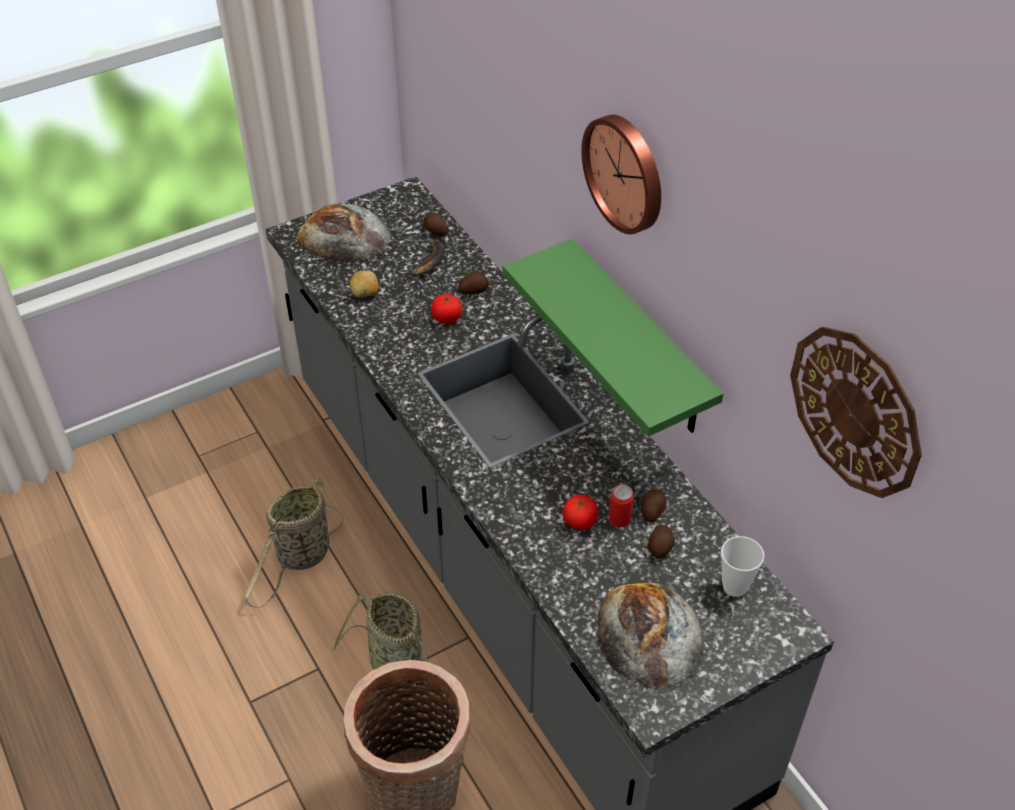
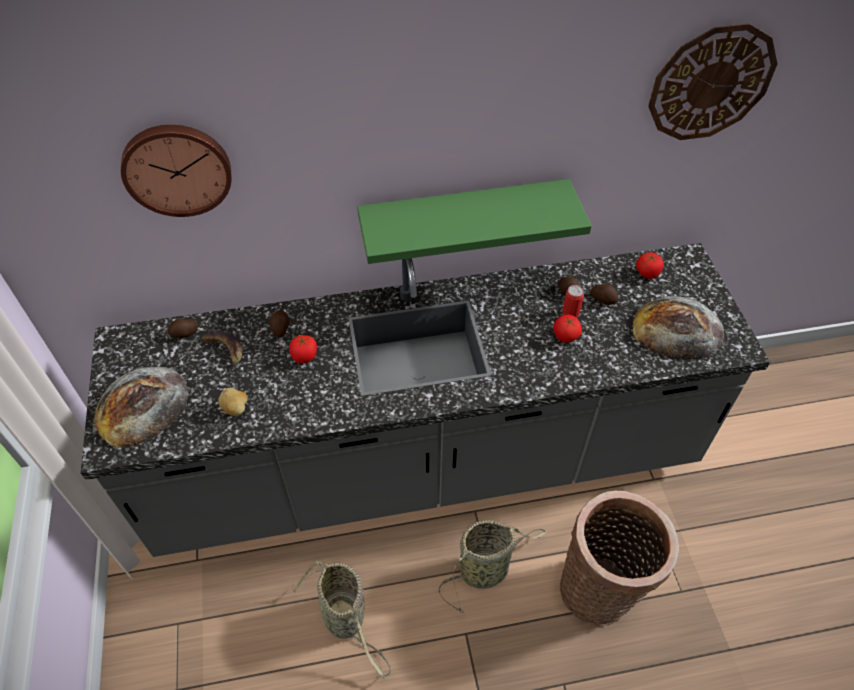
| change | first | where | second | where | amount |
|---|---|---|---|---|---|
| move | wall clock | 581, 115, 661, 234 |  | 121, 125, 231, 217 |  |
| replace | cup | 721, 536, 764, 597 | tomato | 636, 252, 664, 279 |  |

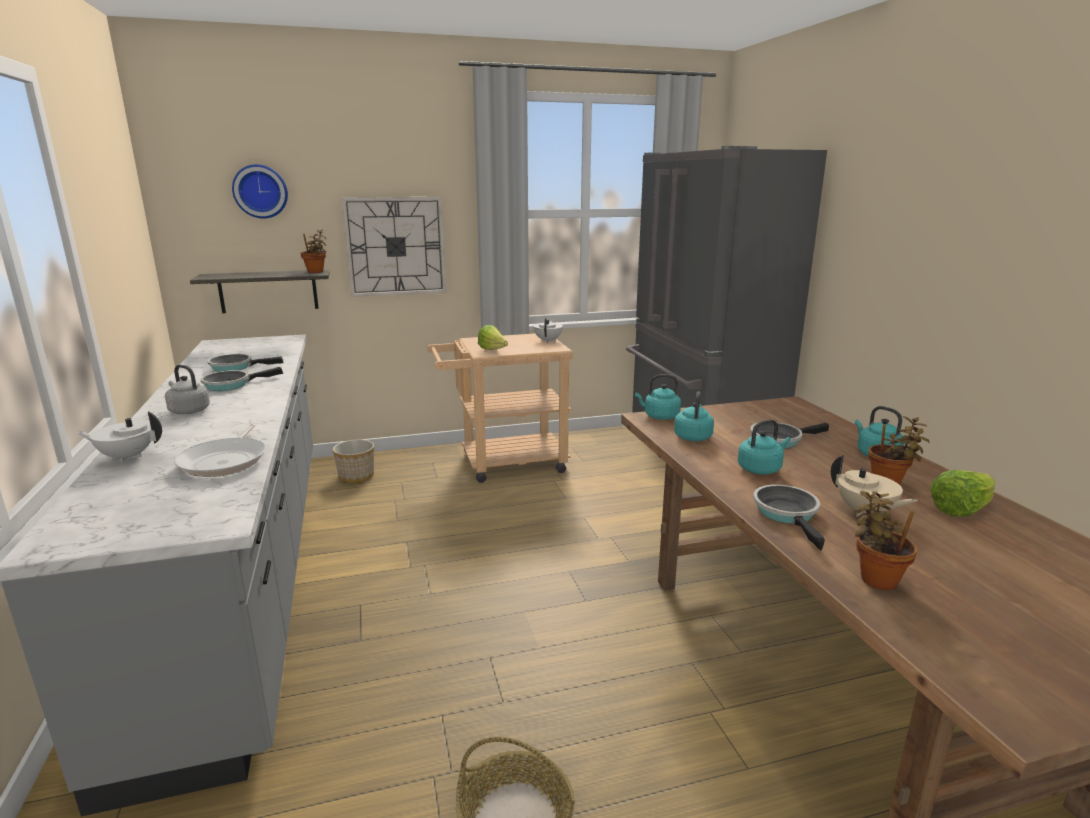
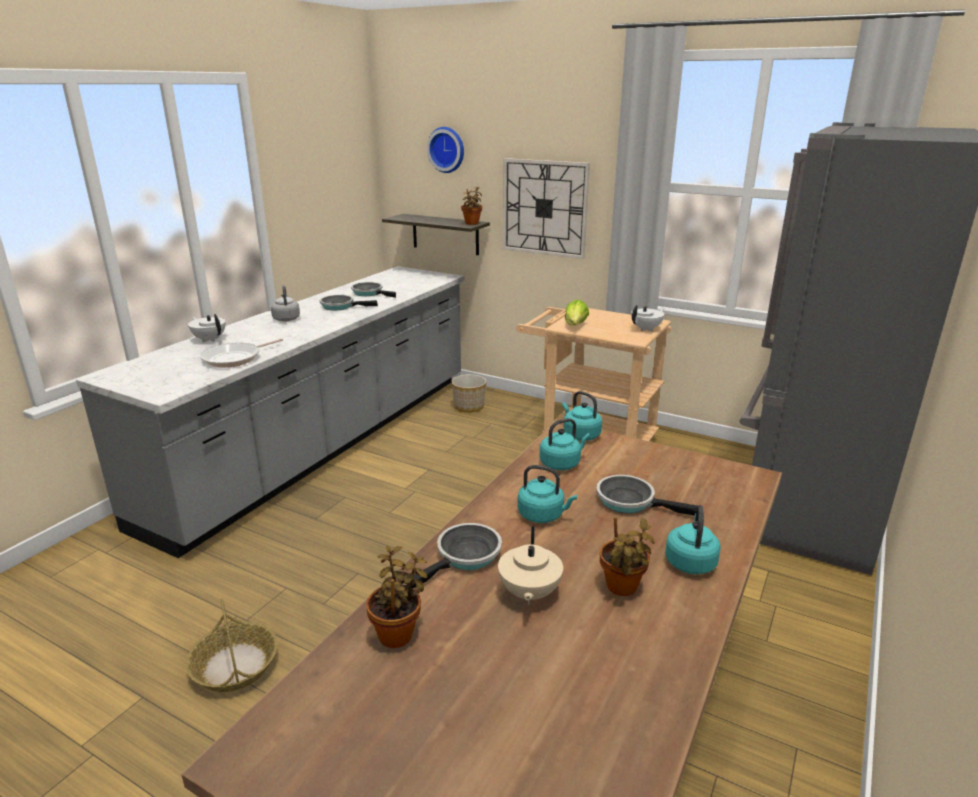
| change | first | where | second | where | amount |
|---|---|---|---|---|---|
| delete | lettuce | 930, 470, 995, 517 |  |  |  |

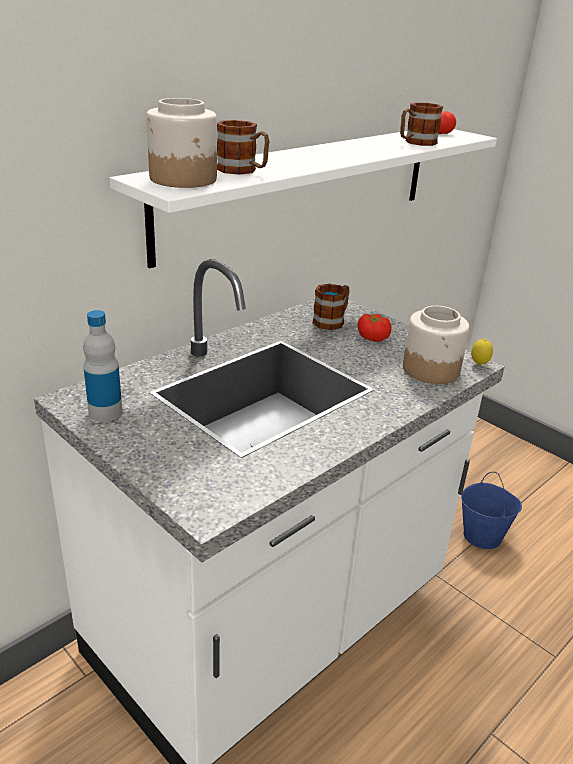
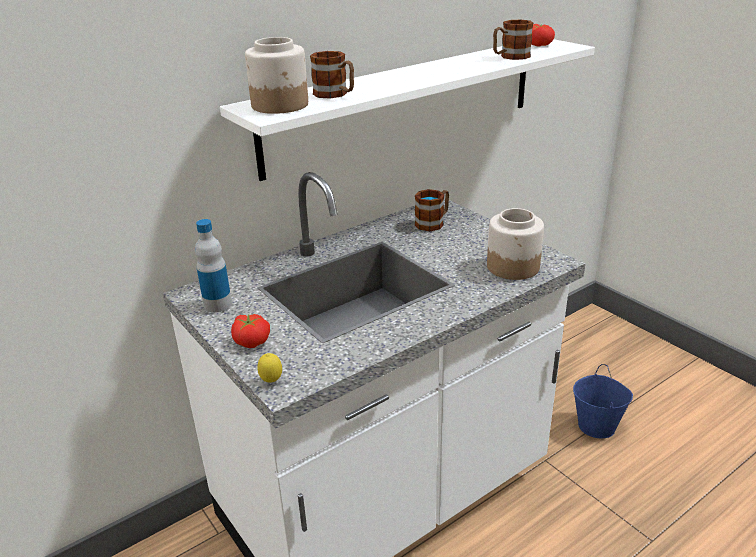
| change | first | where | second | where | amount |
|---|---|---|---|---|---|
| move | tomato | 358, 314, 391, 342 |  | 231, 314, 270, 348 |  |
| move | lemon | 471, 339, 493, 365 |  | 257, 353, 282, 383 |  |

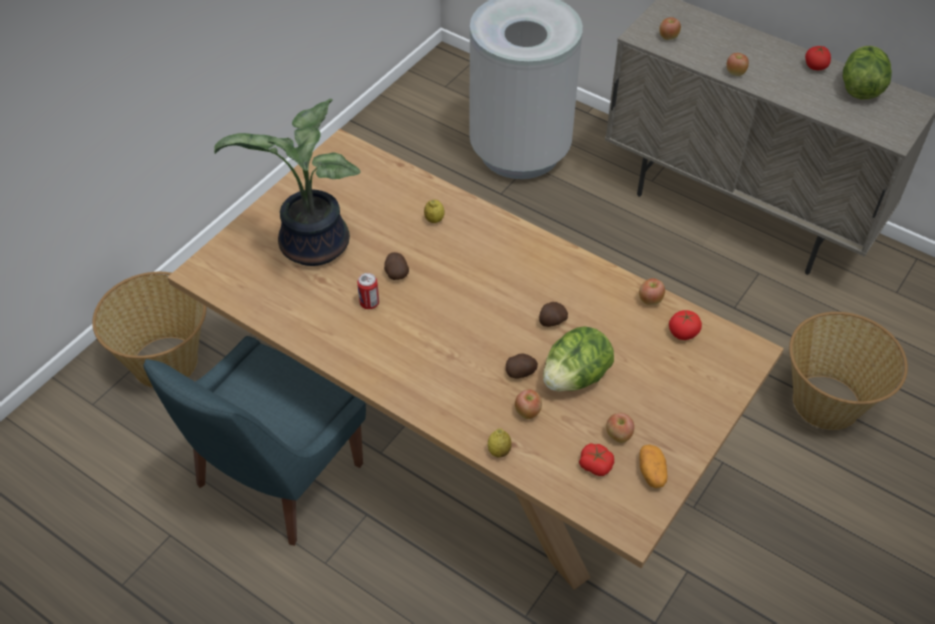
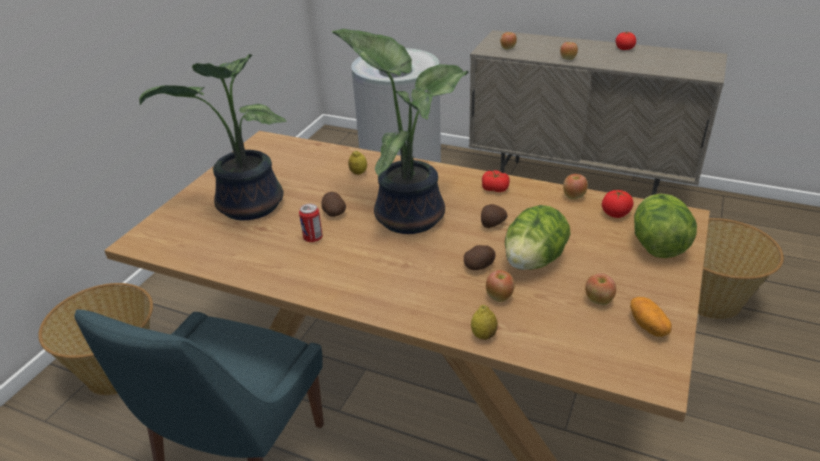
| change | first | where | second | where | amount |
|---|---|---|---|---|---|
| move | lettuce | 843, 46, 892, 99 |  | 634, 193, 697, 258 |  |
| move | tomato | 579, 443, 614, 476 |  | 482, 170, 510, 192 |  |
| insert |  |  | potted plant | 332, 29, 468, 234 |  |

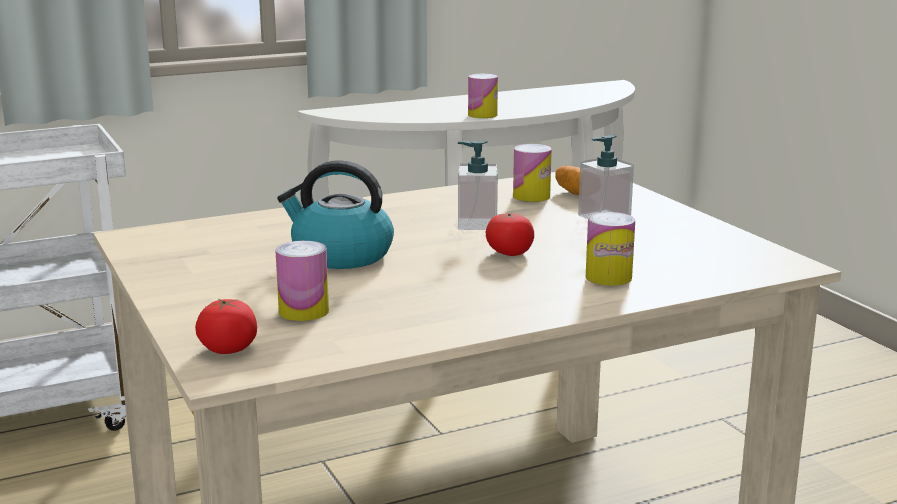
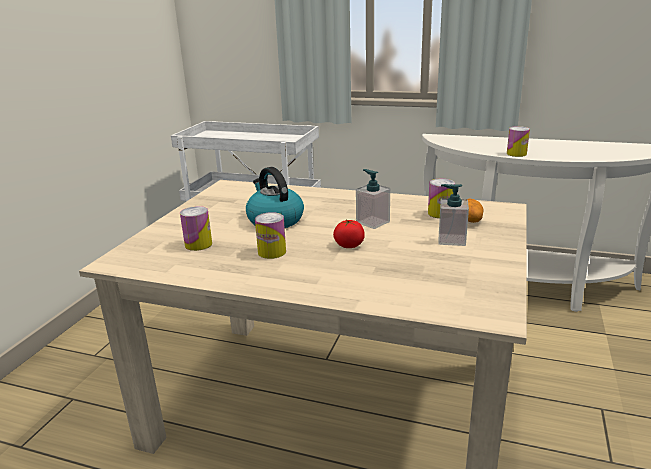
| change | first | where | second | where | amount |
|---|---|---|---|---|---|
| move | can | 586, 212, 635, 286 |  | 255, 212, 286, 259 |  |
| delete | tomato | 195, 299, 257, 354 |  |  |  |

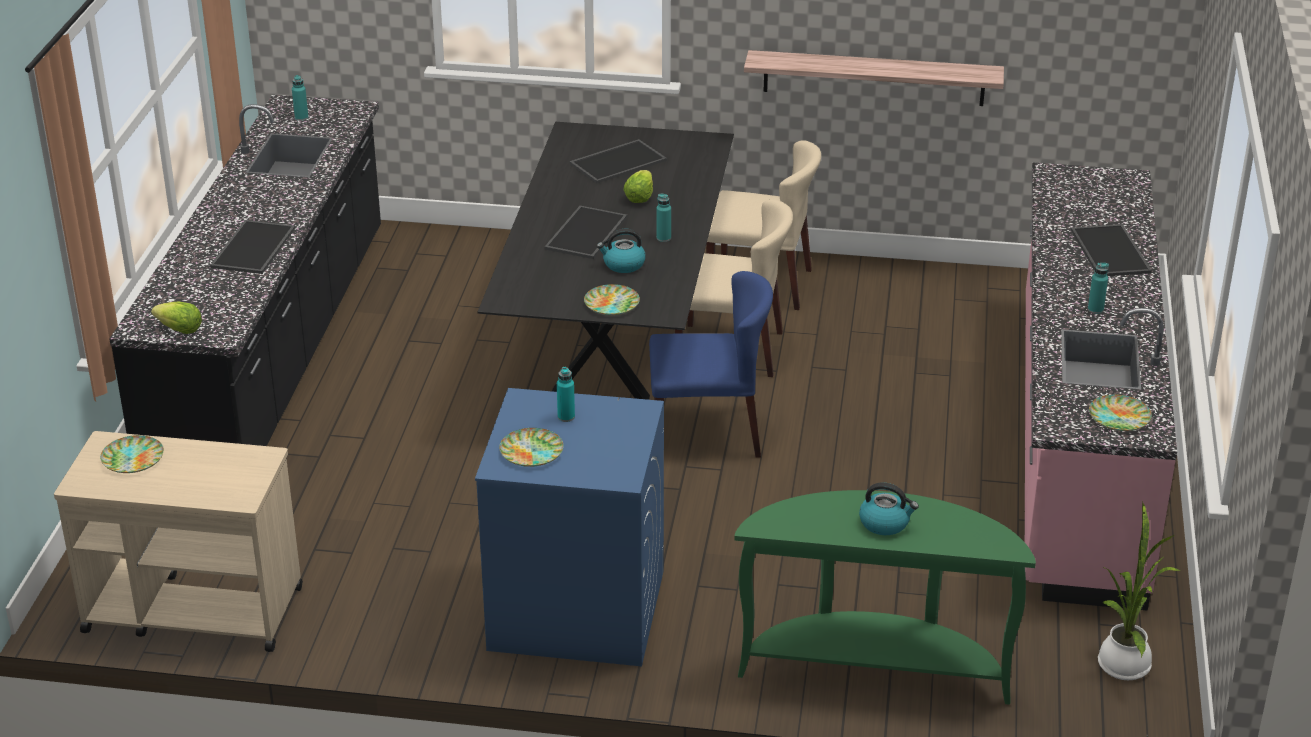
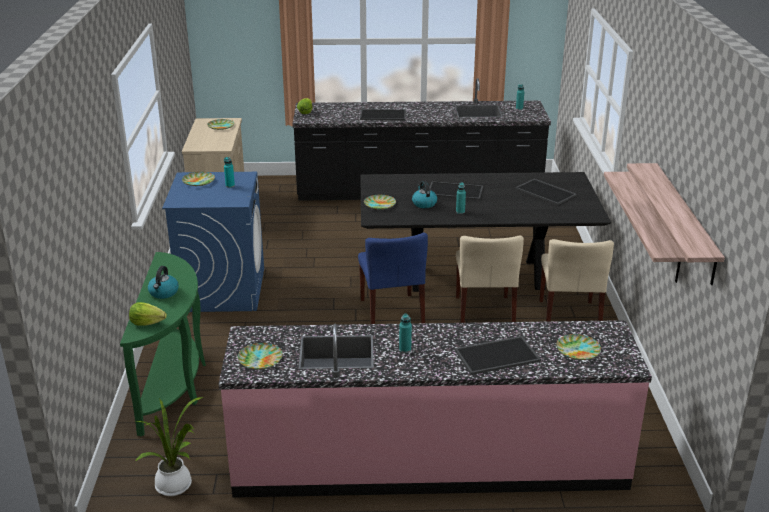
| change | first | where | second | where | amount |
|---|---|---|---|---|---|
| move | lettuce | 623, 170, 653, 203 |  | 129, 302, 167, 326 |  |
| insert |  |  | shelf | 627, 163, 725, 285 |  |
| insert |  |  | plate | 556, 334, 601, 360 |  |

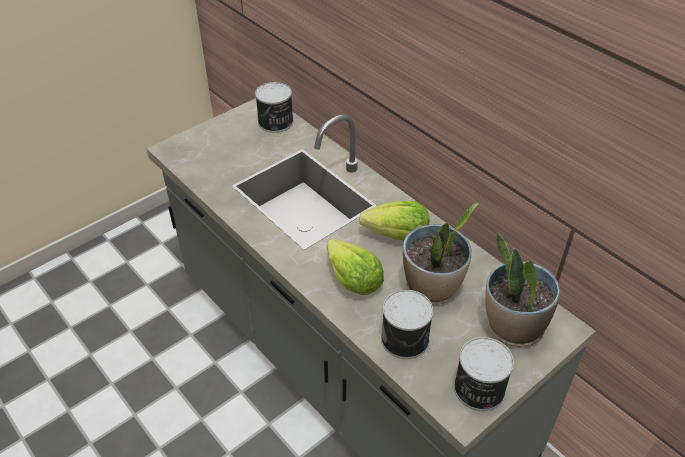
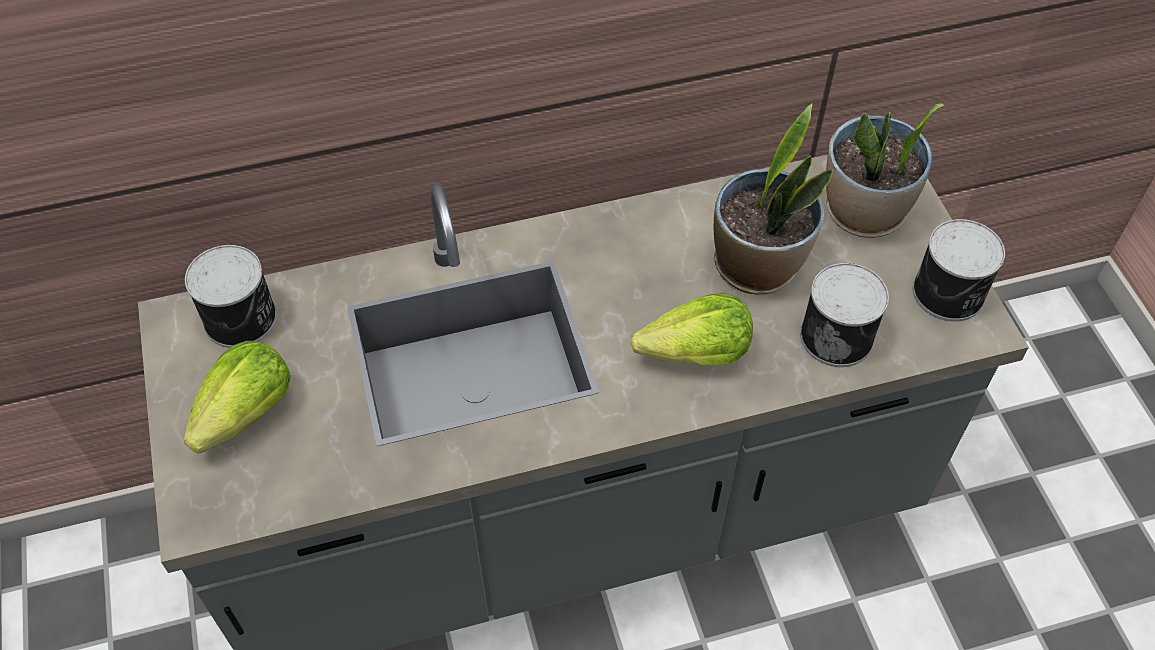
| change | first | where | second | where | amount |
|---|---|---|---|---|---|
| move | lettuce | 359, 201, 429, 240 |  | 183, 341, 291, 454 |  |

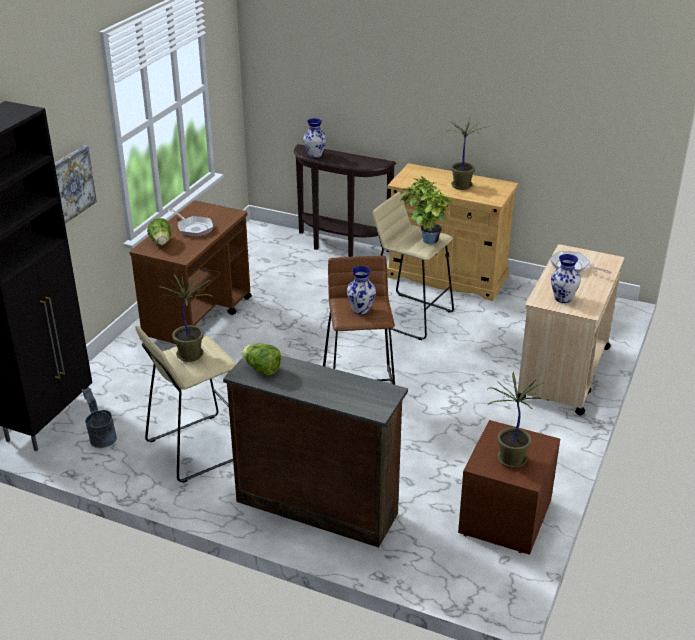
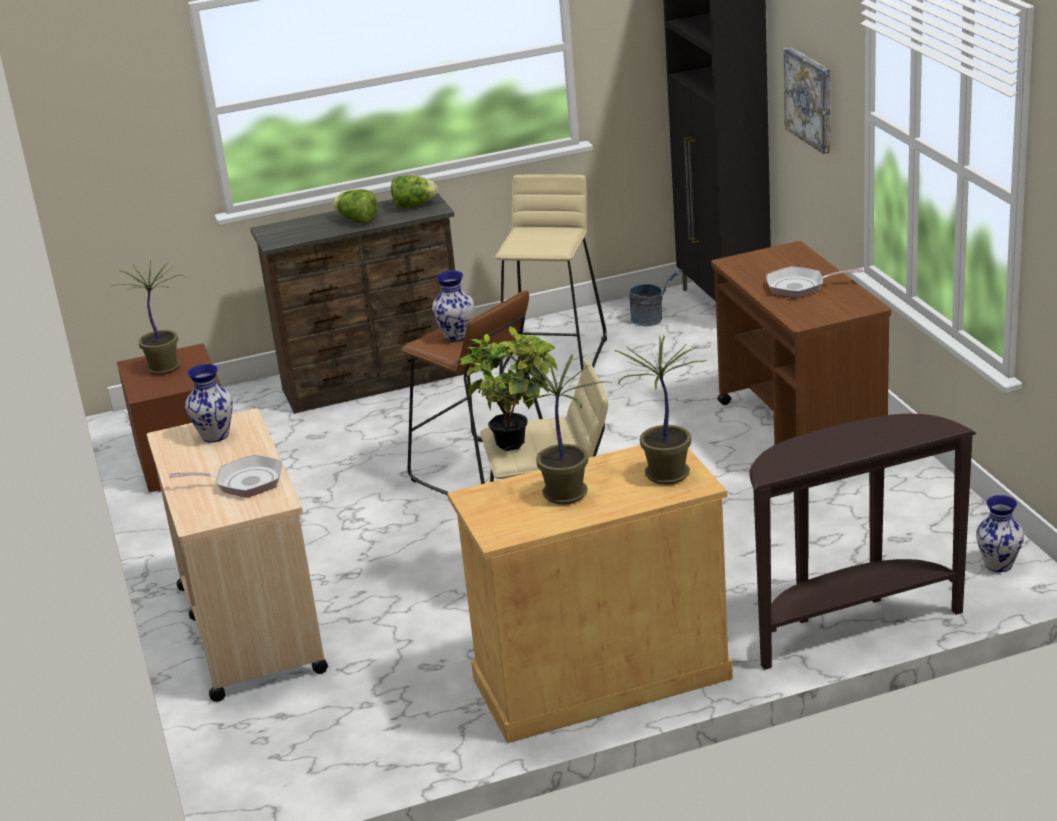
| change | first | where | second | where | amount |
|---|---|---|---|---|---|
| move | vase | 303, 118, 326, 158 |  | 976, 495, 1024, 572 |  |
| move | lettuce | 147, 218, 171, 245 |  | 333, 189, 378, 223 |  |
| move | potted plant | 158, 274, 213, 362 |  | 614, 336, 706, 485 |  |

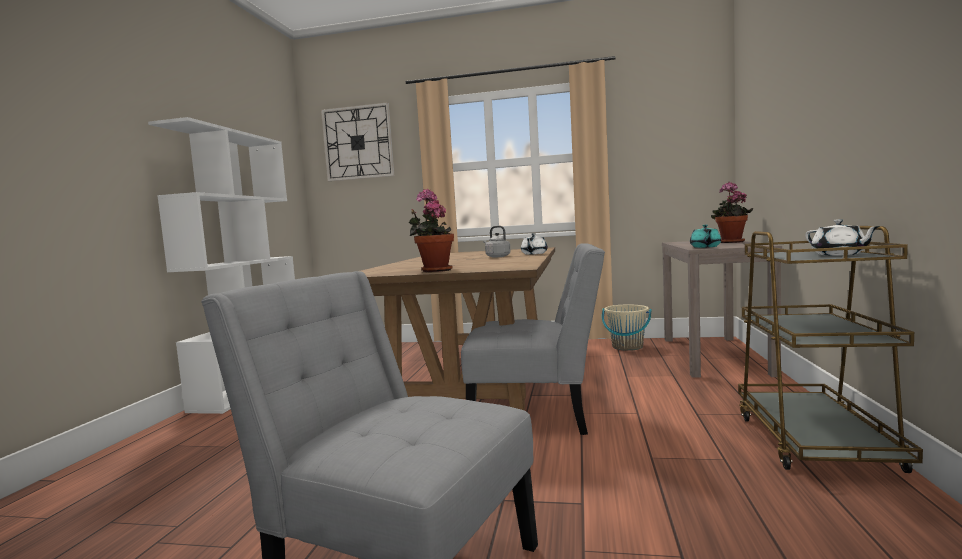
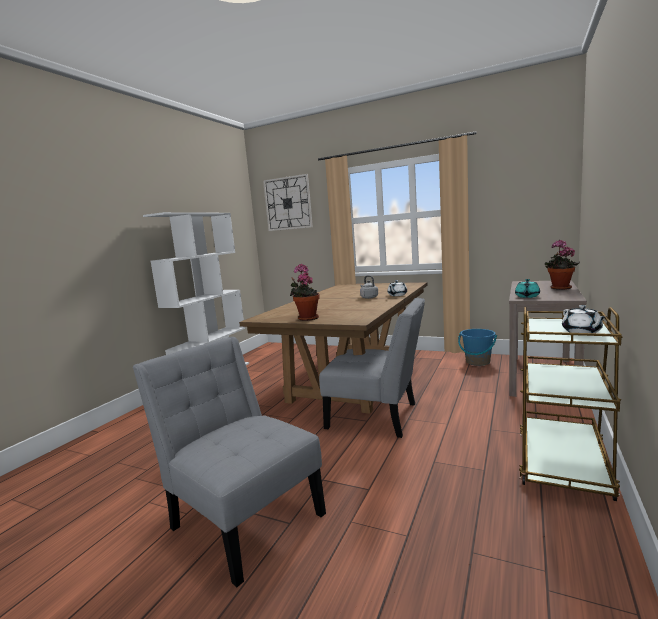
| change | first | where | second | where | amount |
|---|---|---|---|---|---|
| recolor | beige bucket | 602, 304, 652, 351 | blue bucket | 458, 329, 497, 366 |  |

